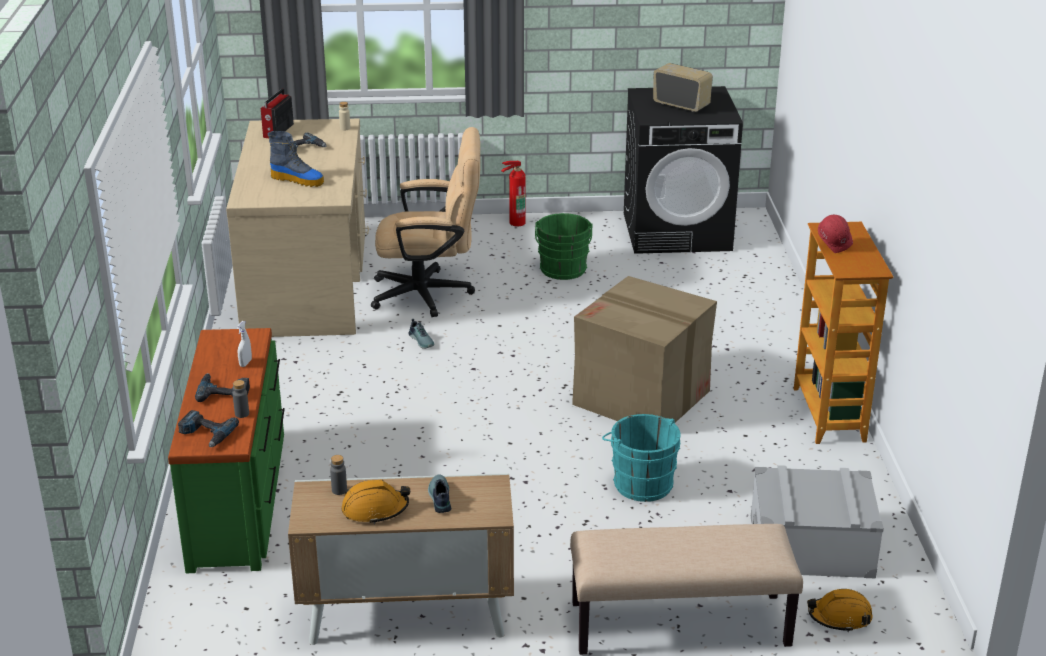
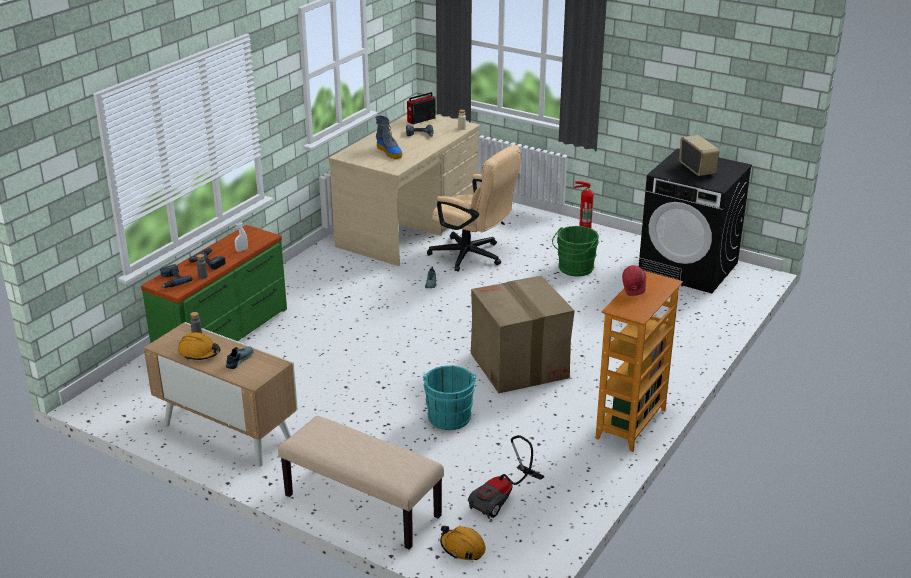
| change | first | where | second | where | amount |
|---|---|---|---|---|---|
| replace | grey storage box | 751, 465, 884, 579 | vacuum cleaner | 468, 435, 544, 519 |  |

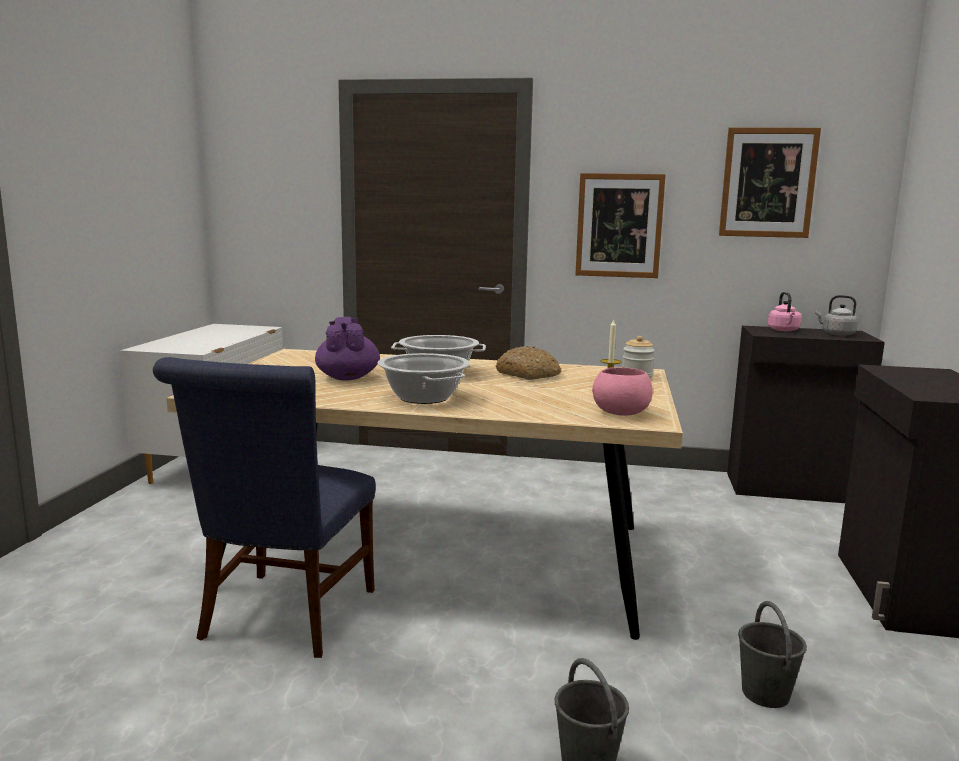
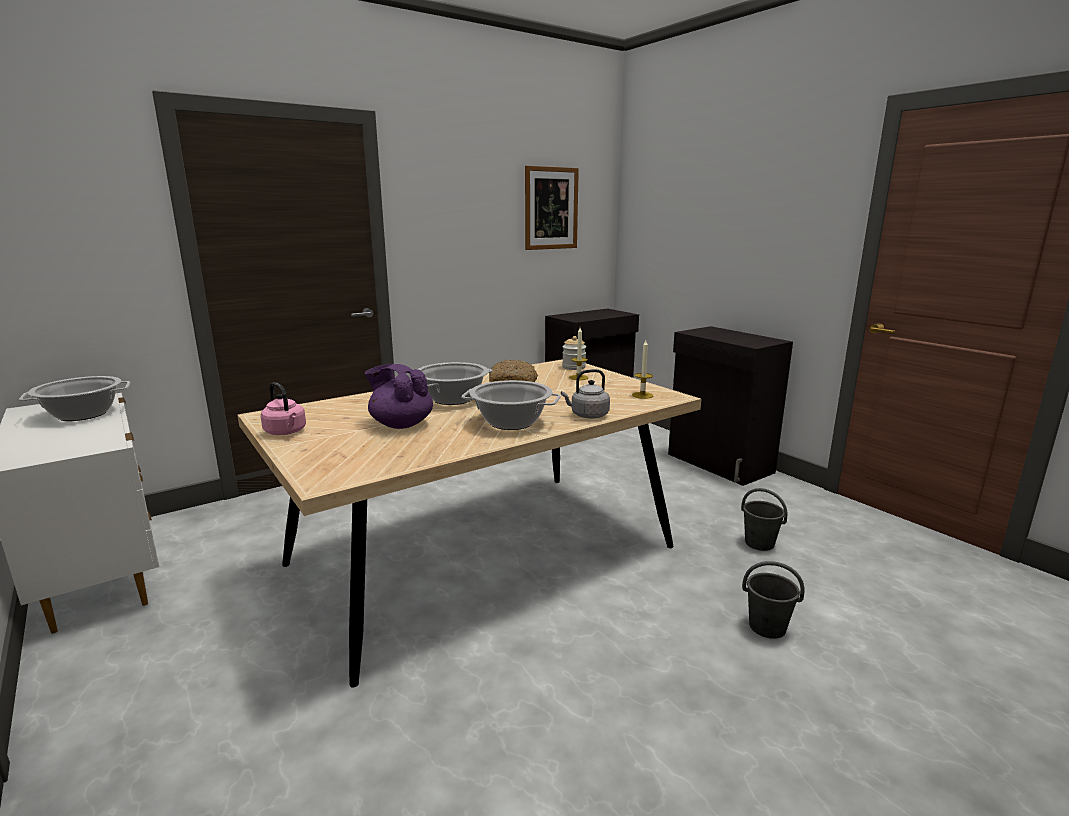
| change | first | where | second | where | amount |
|---|---|---|---|---|---|
| delete | picture | 575, 173, 666, 278 |  |  |  |
| move | pink kettle | 768, 292, 801, 332 |  | 261, 382, 306, 435 |  |
| move | grey kettle | 815, 295, 858, 336 |  | 561, 369, 610, 418 |  |
| delete | blue chair | 153, 357, 376, 658 |  |  |  |
| replace | pink bowl | 592, 367, 653, 416 | candle | 632, 340, 653, 399 |  |
| insert |  |  | cooking pot | 19, 376, 130, 421 |  |

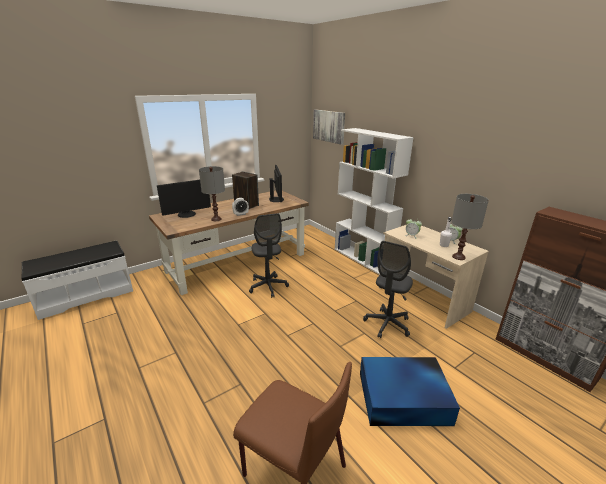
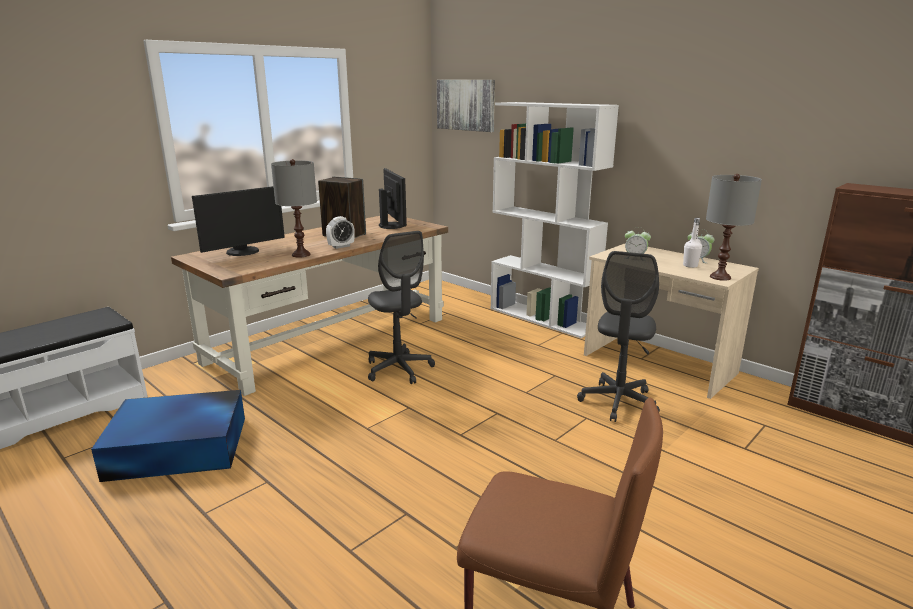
| change | first | where | second | where | amount |
|---|---|---|---|---|---|
| move | blue storage box | 360, 357, 460, 426 |  | 91, 390, 245, 482 |  |

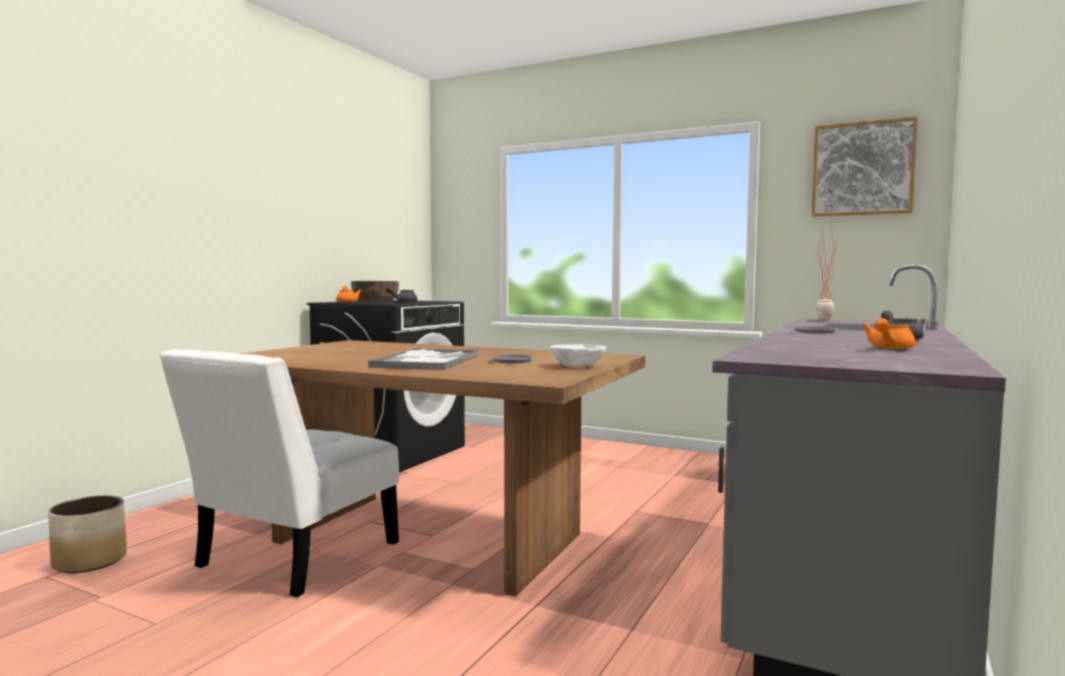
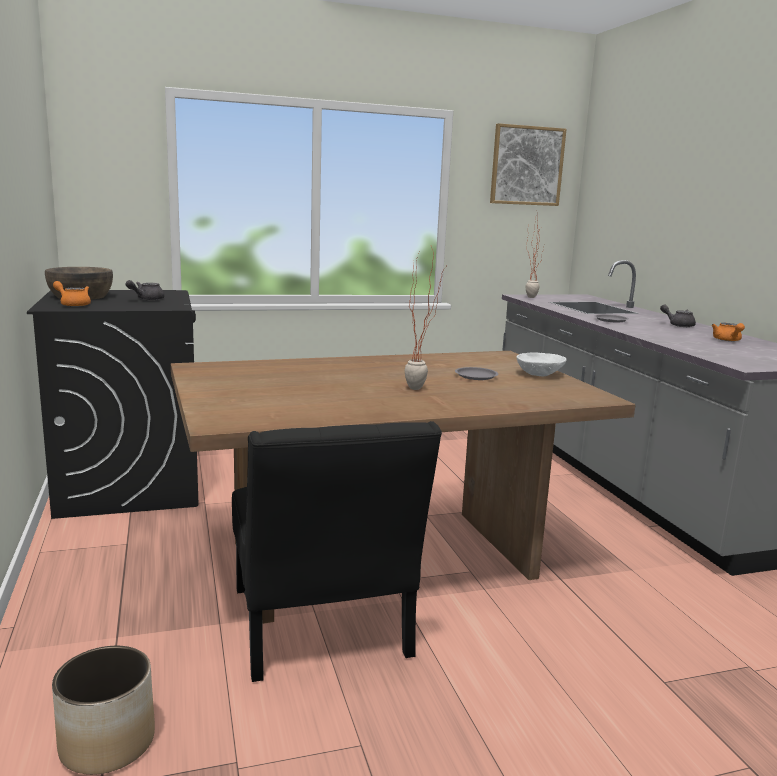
| change | first | where | second | where | amount |
|---|---|---|---|---|---|
| recolor | white chair | 160, 349, 399, 597 | black chair | 232, 421, 442, 682 |  |
| replace | tray | 368, 349, 478, 370 | potted plant | 404, 246, 446, 390 |  |

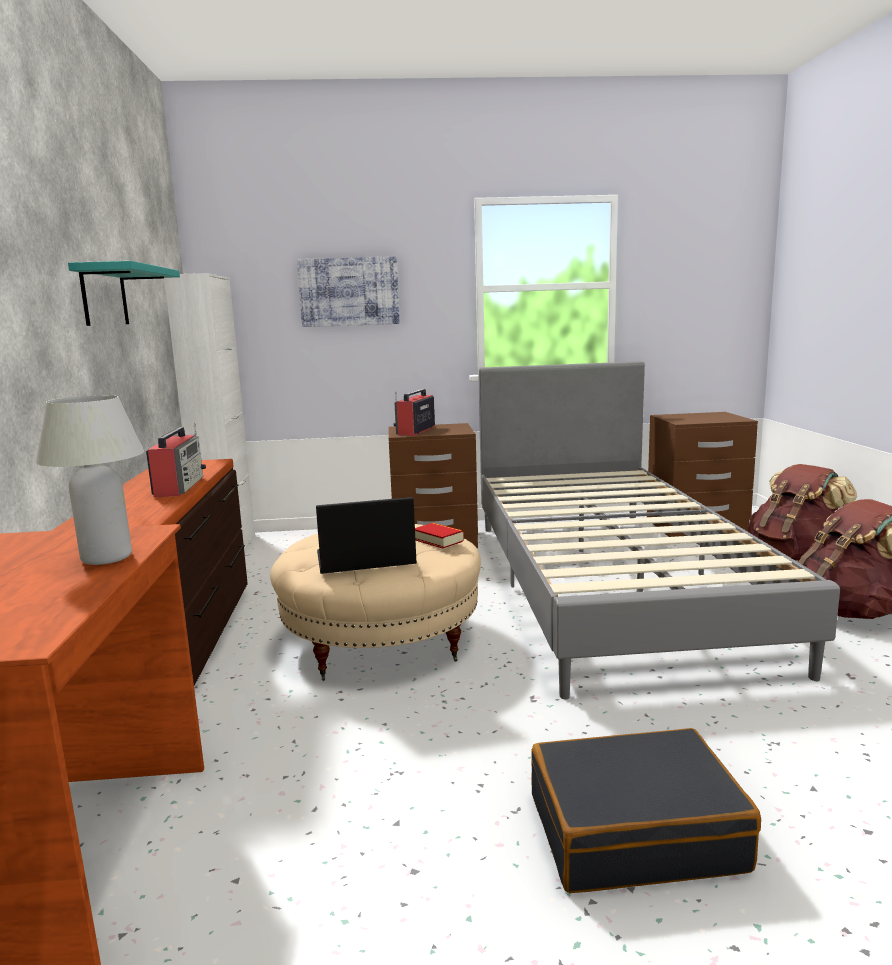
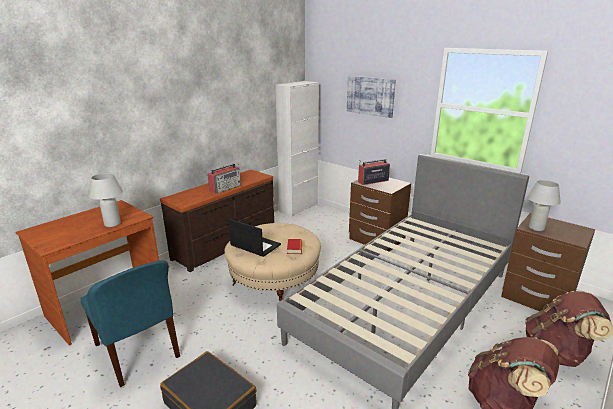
| change | first | where | second | where | amount |
|---|---|---|---|---|---|
| delete | turquoise shelf | 68, 261, 180, 326 |  |  |  |
| insert |  |  | white table lamp | 527, 180, 561, 231 |  |
| insert |  |  | blue chair | 81, 260, 180, 387 |  |

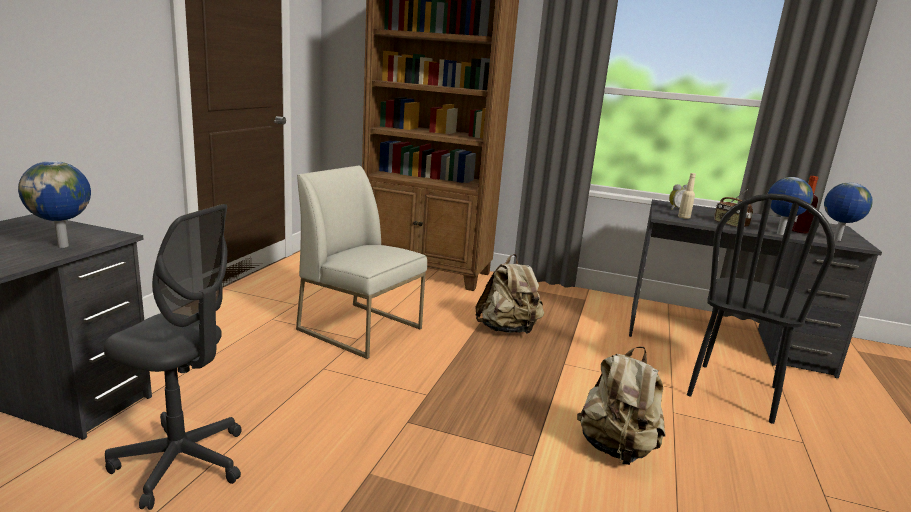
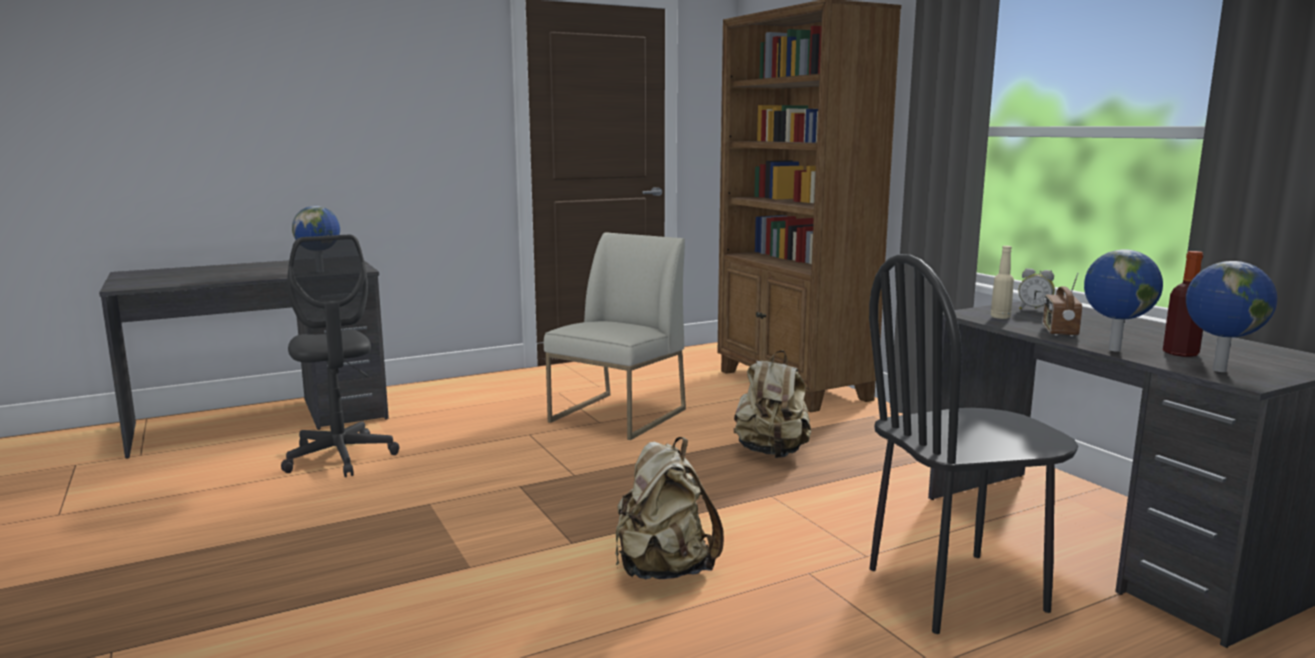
| change | first | where | second | where | amount |
|---|---|---|---|---|---|
| rotate | white chair | 296, 166, 427, 359 |  | 544, 232, 686, 440 | 45 degrees clockwise |

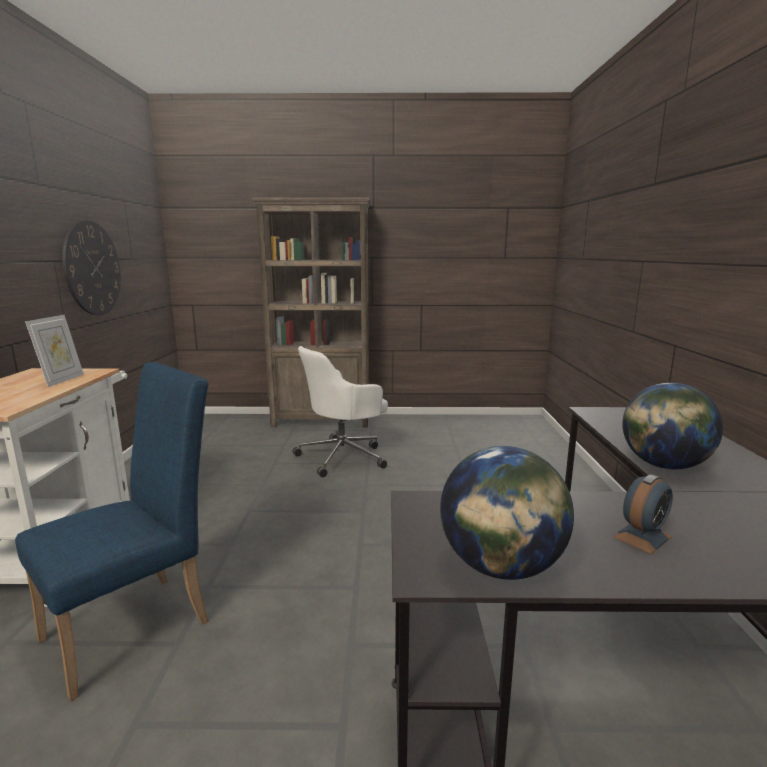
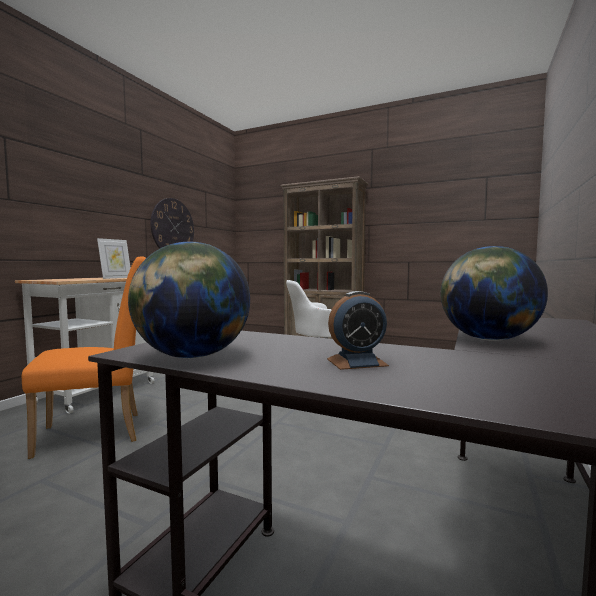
| change | first | where | second | where | amount |
|---|---|---|---|---|---|
| recolor | blue chair | 15, 362, 209, 701 | orange chair | 22, 256, 146, 459 |  |

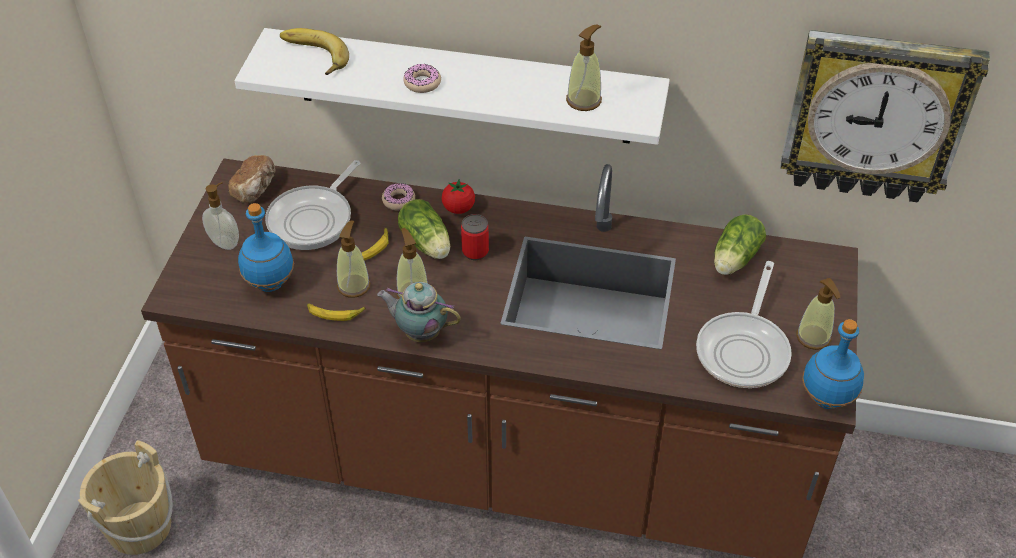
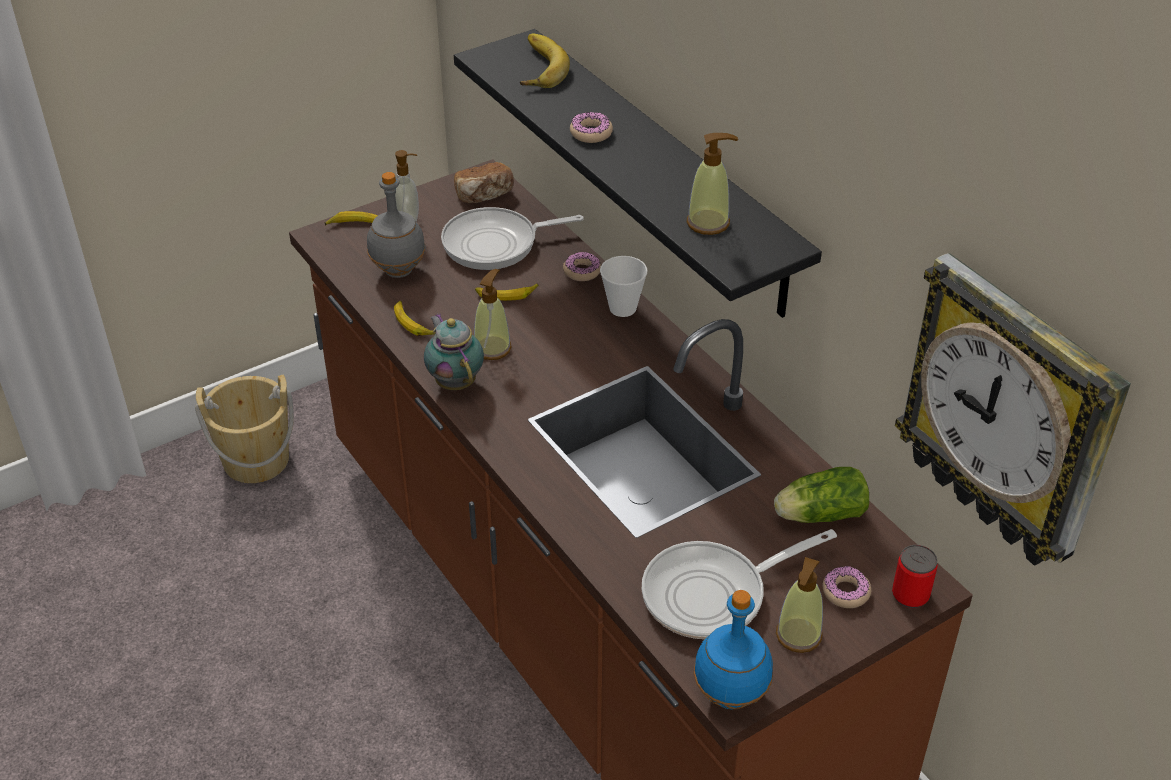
| change | first | where | second | where | amount |
|---|---|---|---|---|---|
| recolor | white shelf | 235, 28, 670, 145 | black shelf | 454, 29, 822, 318 |  |
| replace | tomato | 442, 179, 475, 214 | cup | 600, 256, 648, 317 |  |
| delete | lettuce | 398, 199, 450, 259 |  |  |  |
| recolor | blue bottle | 238, 203, 294, 292 | grey bottle | 367, 172, 426, 278 |  |
| move | can | 461, 214, 489, 260 |  | 892, 545, 938, 608 |  |
| delete | soap dispenser | 337, 220, 370, 298 |  |  |  |
| insert |  |  | banana | 324, 211, 378, 225 |  |
| insert |  |  | donut | 823, 566, 871, 608 |  |

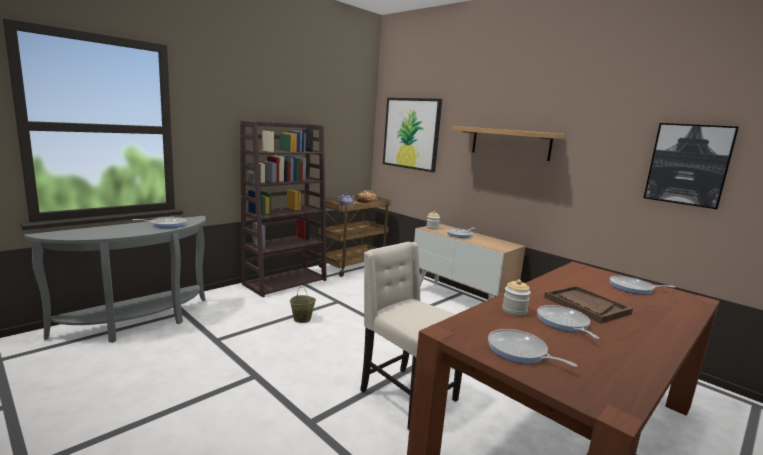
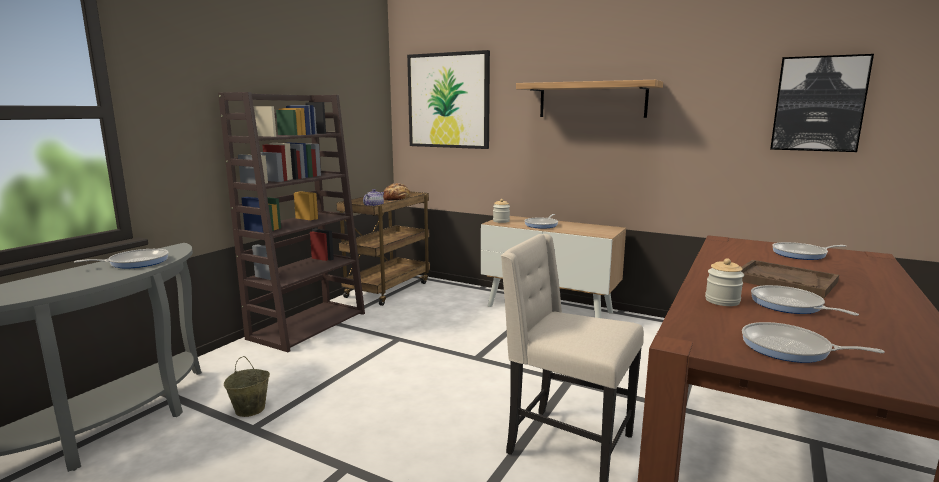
| change | first | where | second | where | amount |
|---|---|---|---|---|---|
| move | beige bucket | 290, 287, 316, 323 |  | 224, 356, 270, 417 |  |

